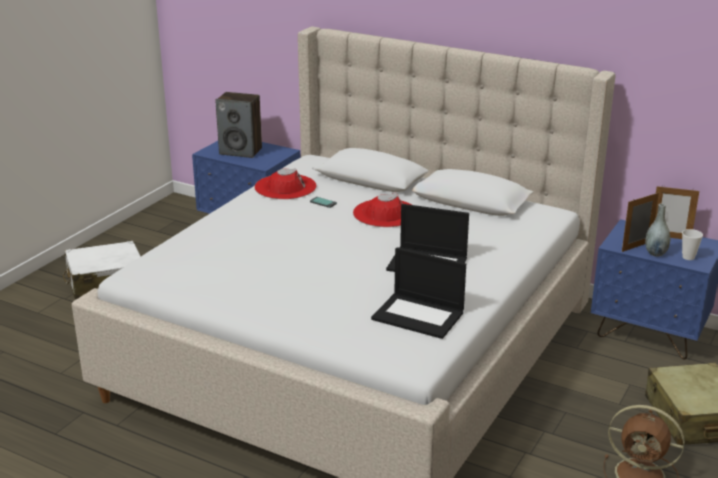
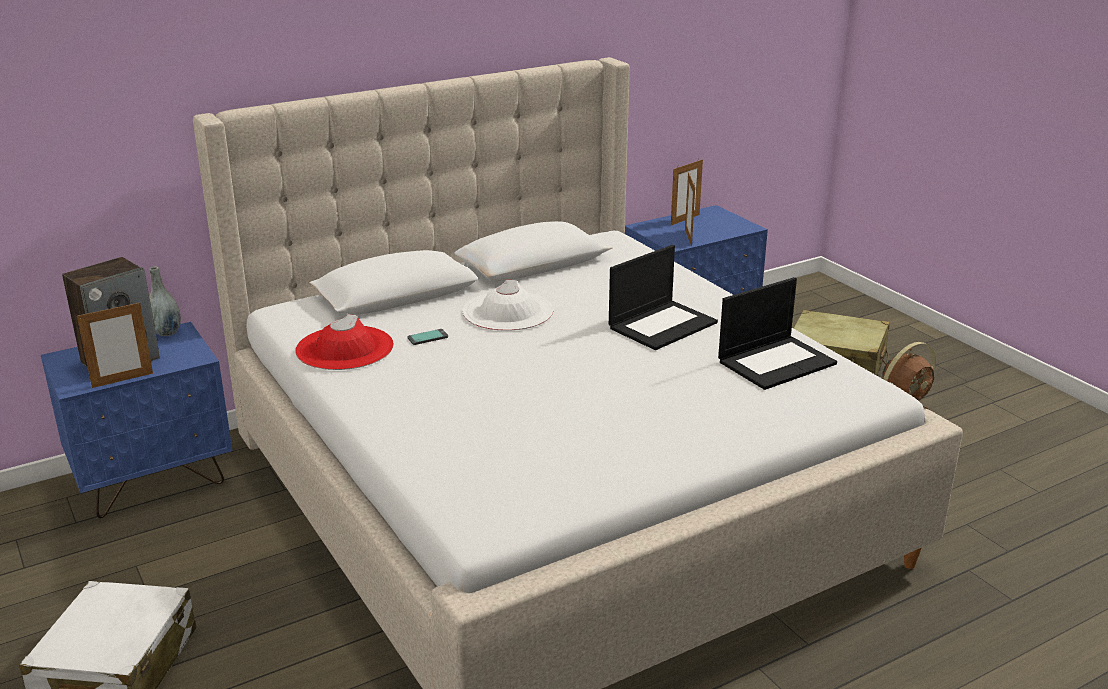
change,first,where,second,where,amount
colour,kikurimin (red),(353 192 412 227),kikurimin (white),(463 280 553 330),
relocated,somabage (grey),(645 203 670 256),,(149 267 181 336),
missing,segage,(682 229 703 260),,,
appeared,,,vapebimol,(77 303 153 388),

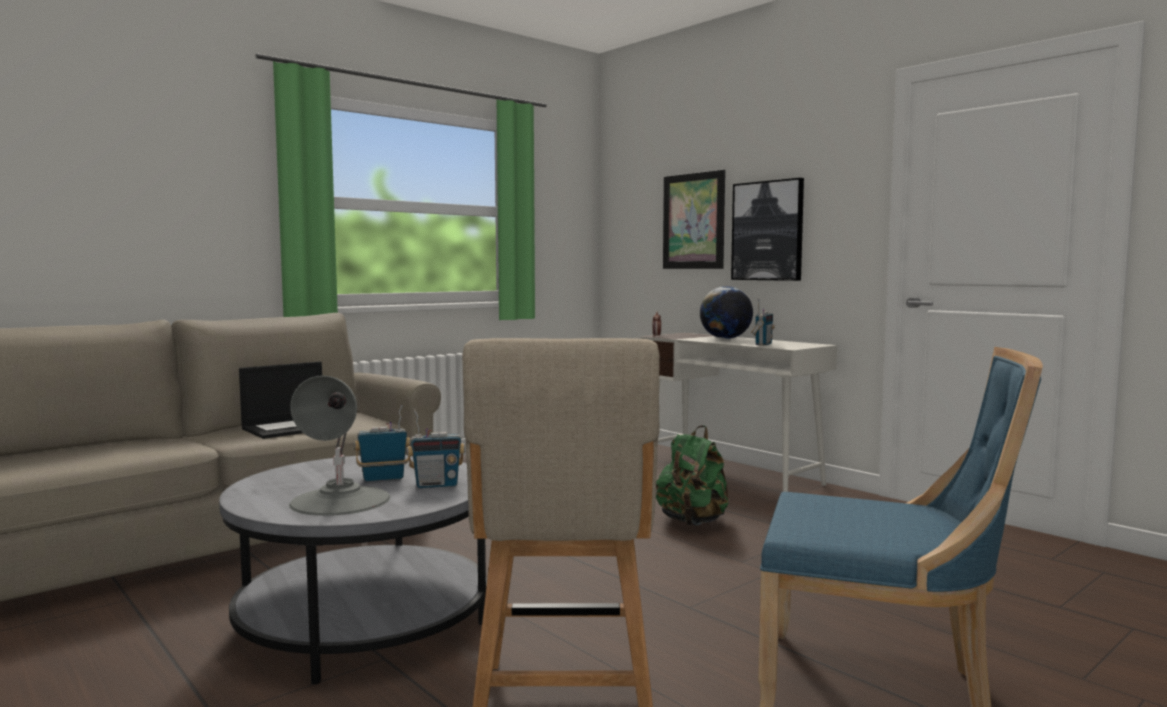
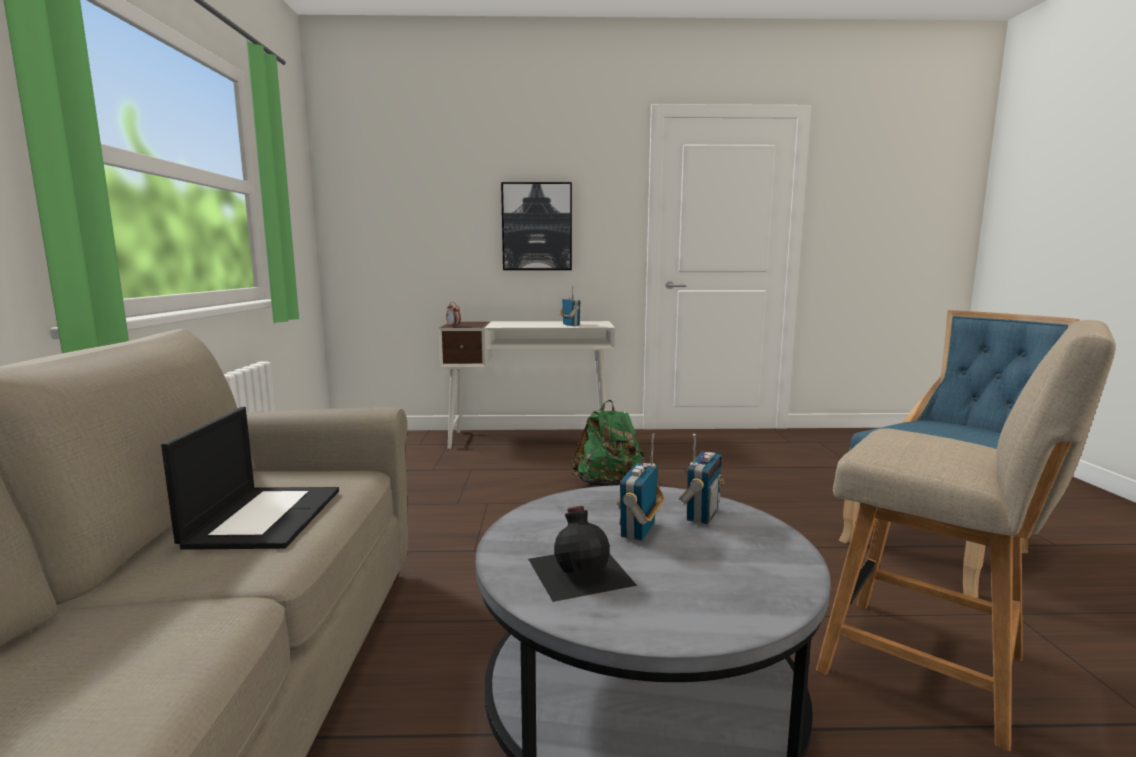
change,first,where,second,where,amount
missing,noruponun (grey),(289 375 390 516),,,
missing,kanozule,(663 170 725 269),,,
missing,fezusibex,(700 286 753 339),,,
appeared,,,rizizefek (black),(528 506 637 602),

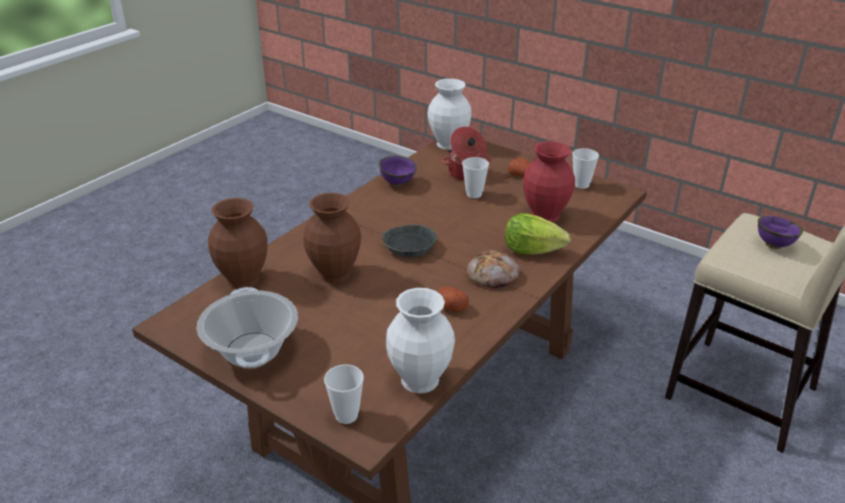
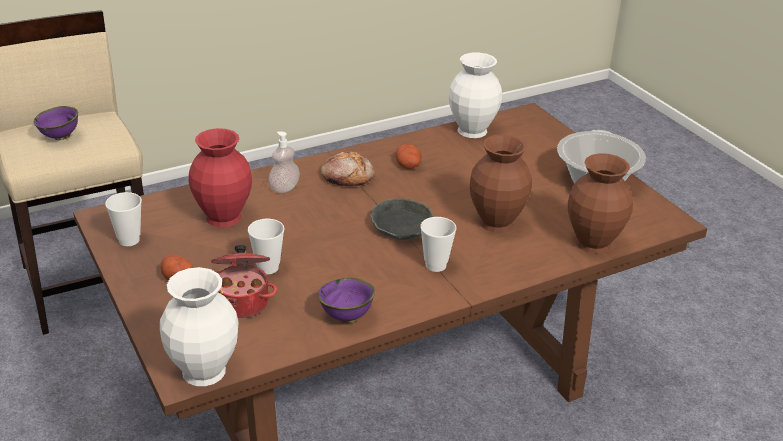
change,first,where,second,where,amount
relocated,segage,(324 364 364 424),,(421 217 457 272),
exchanged,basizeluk,(505 213 571 254),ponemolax,(268 131 300 193),

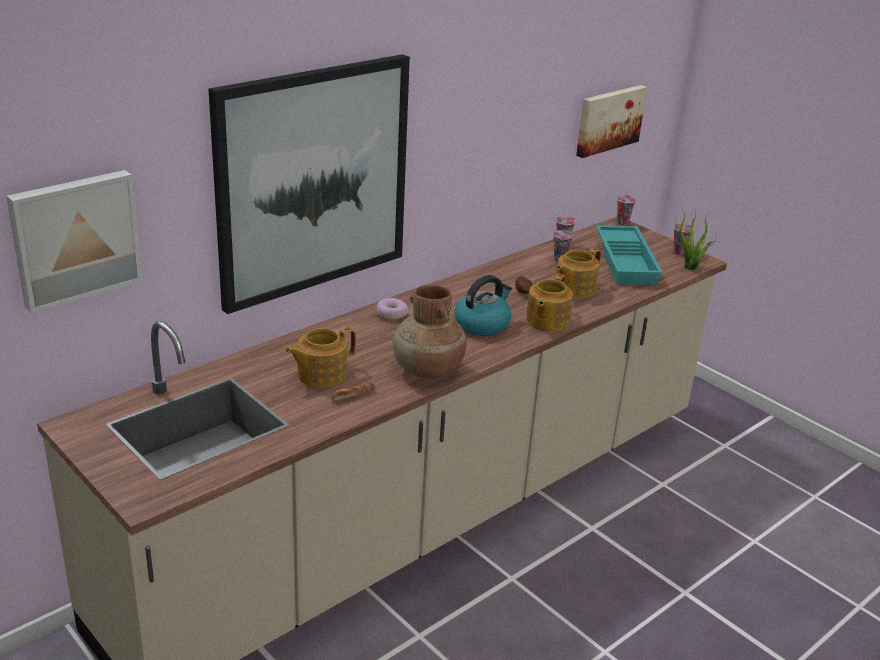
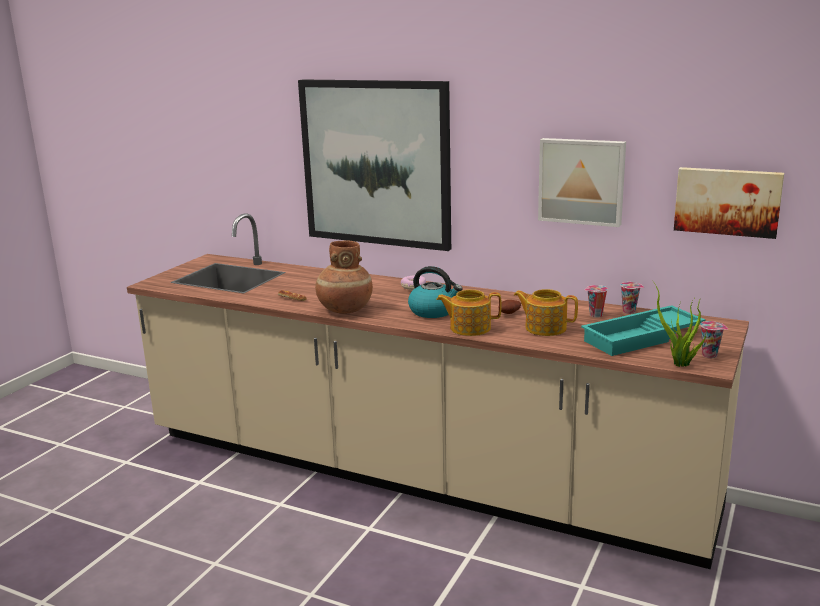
change,first,where,second,where,amount
relocated,kanozule,(6 170 143 313),,(538 138 626 227),
missing,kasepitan,(285 327 356 388),,,
missing,segage,(617 195 636 225),,,

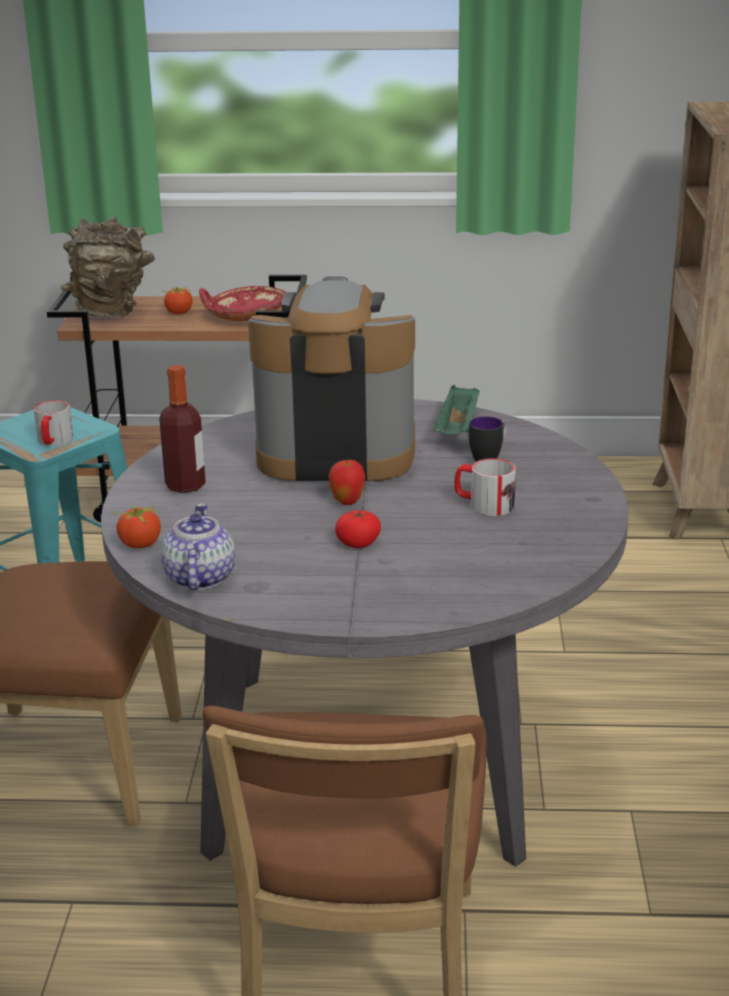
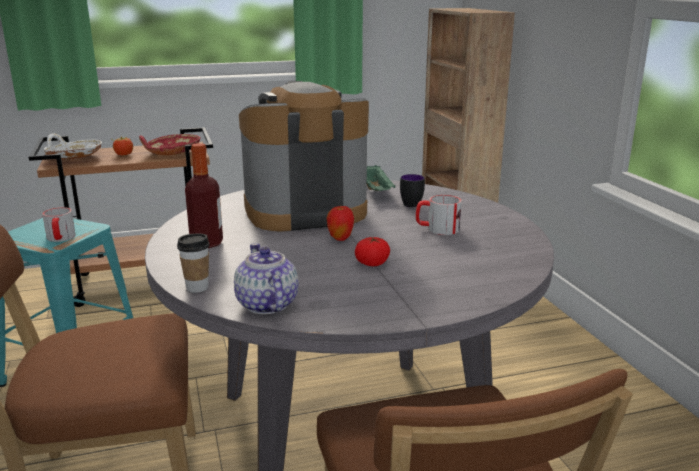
change,first,where,second,where,amount
exchanged,somabage (brown),(61 217 155 317),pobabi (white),(44 134 102 159),
exchanged,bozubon,(112 505 161 548),segage,(177 234 210 293),

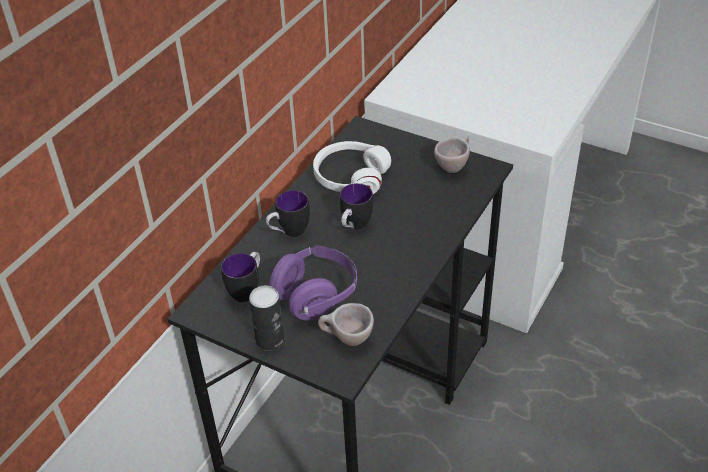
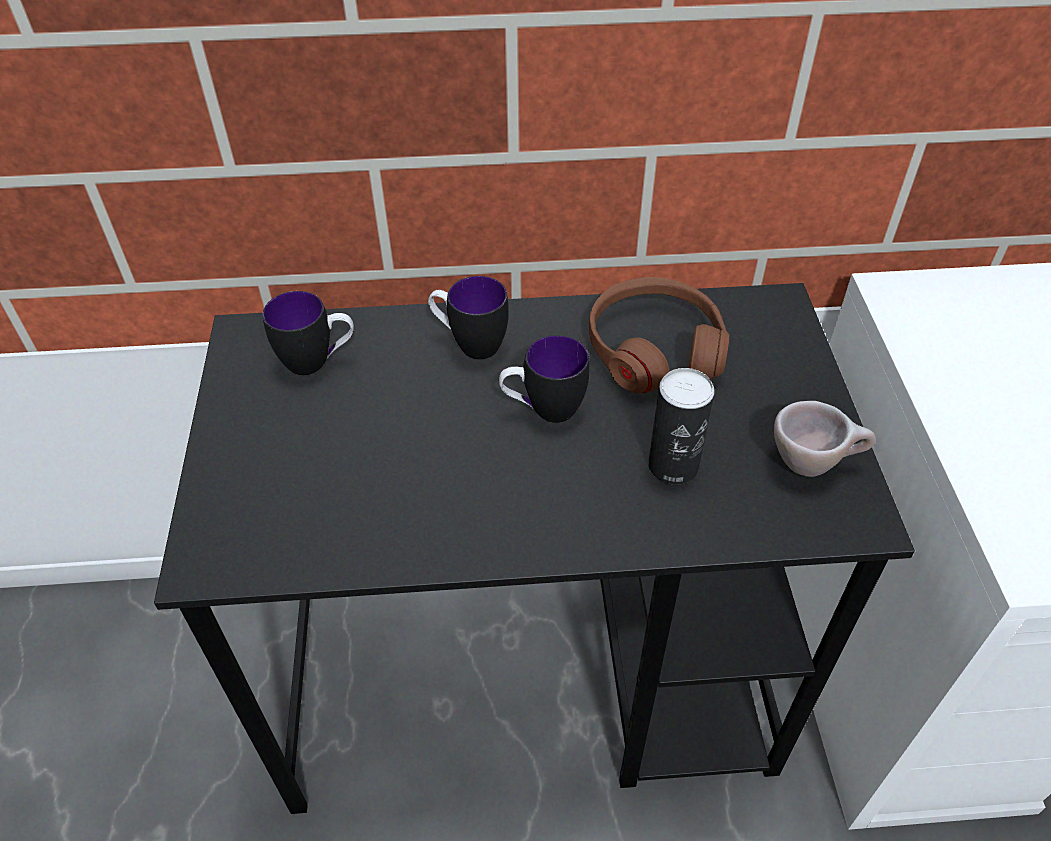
change,first,where,second,where,amount
relocated,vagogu,(249 286 284 351),,(648 368 715 485),
missing,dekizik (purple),(269 245 357 321),,,
colour,dekizik (white),(313 141 391 194),dekizik (brown),(589 277 729 393),
missing,segage (beige),(318 303 374 346),,,

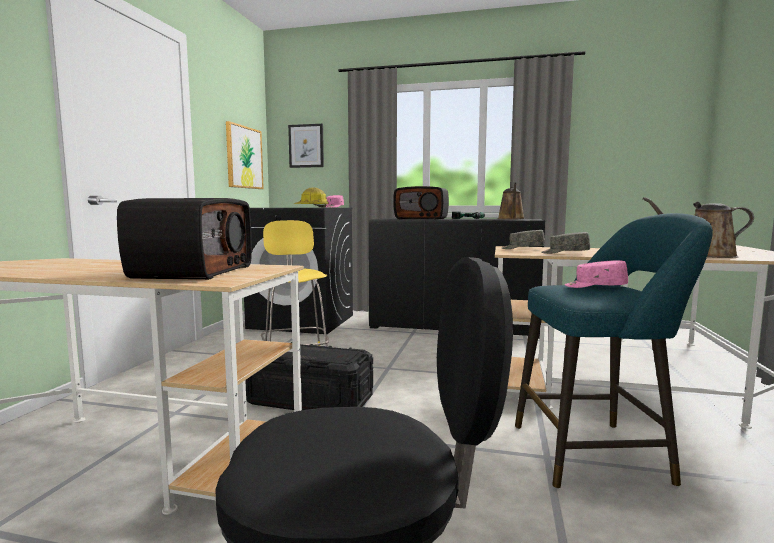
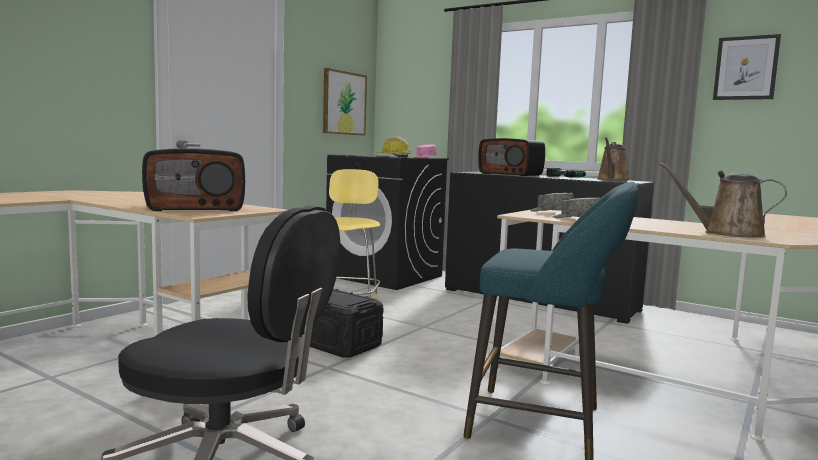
change,first,where,second,where,amount
spun,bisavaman,(117 198 252 280),,(142 148 245 211),45 degrees clockwise
relocated,kanozule,(288 124 324 168),,(713 34 781 100),
missing,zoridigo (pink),(565 260 628 288),,,

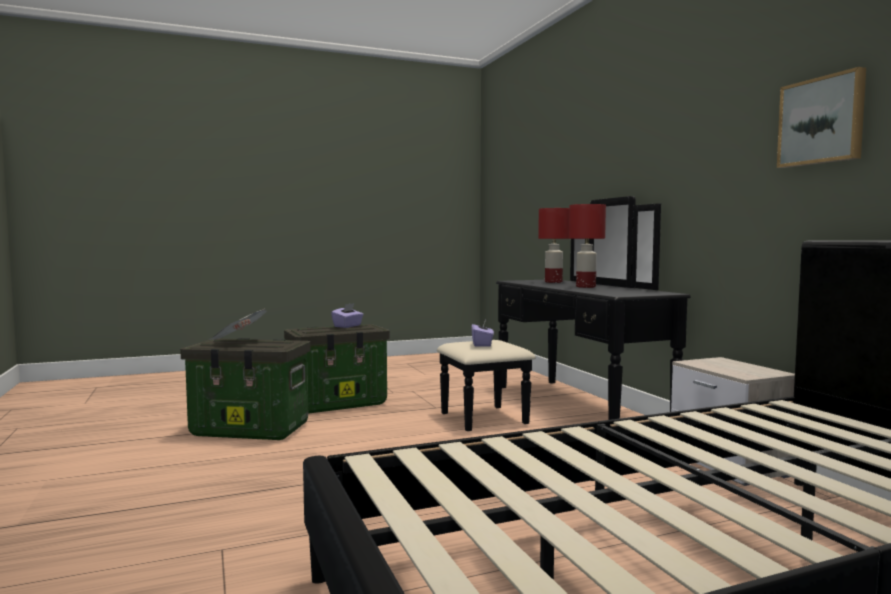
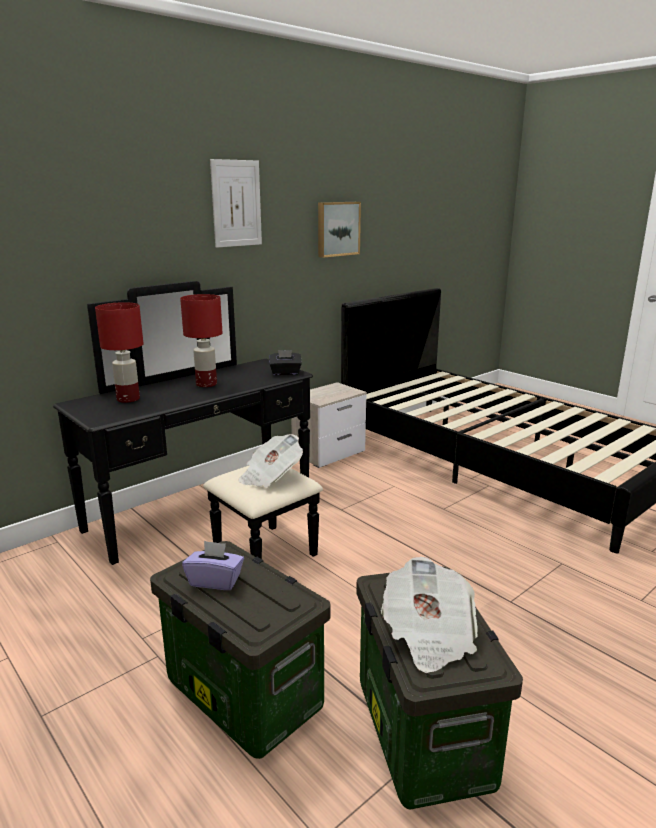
change,first,where,second,where,amount
exchanged,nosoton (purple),(471 319 494 346),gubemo,(238 434 303 488),
appeared,,,kanozule,(210 159 262 248),
appeared,,,nosoton (black),(269 350 302 375),

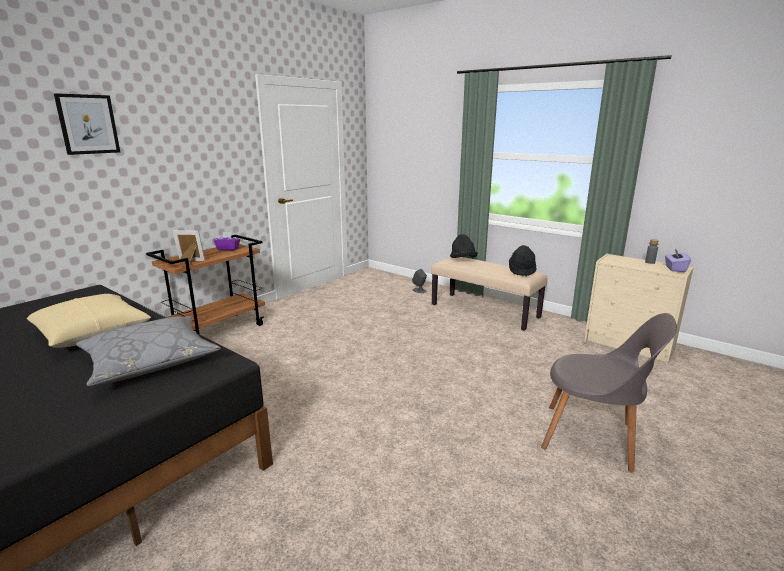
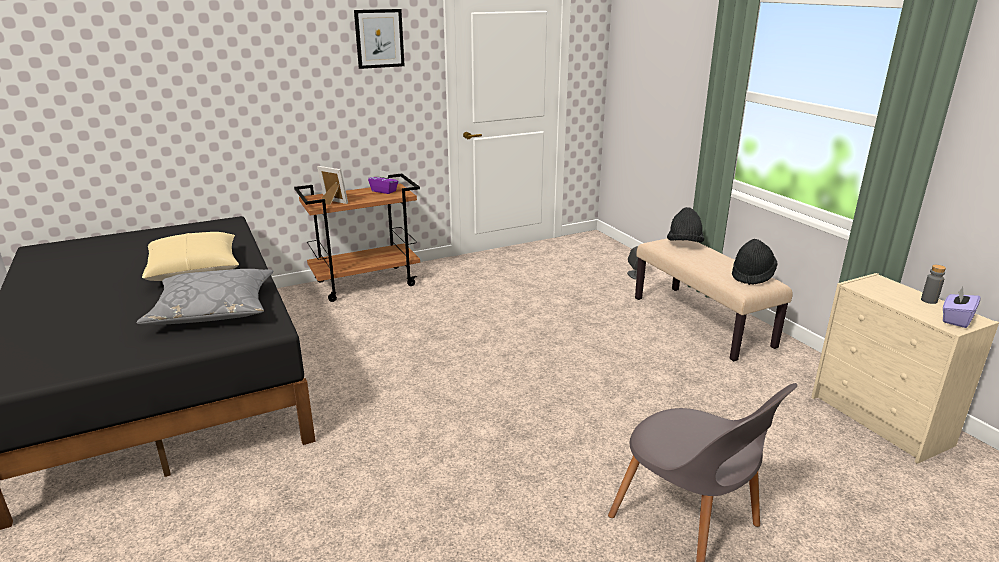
change,first,where,second,where,amount
relocated,kanozule,(54 93 120 155),,(354 9 405 69),

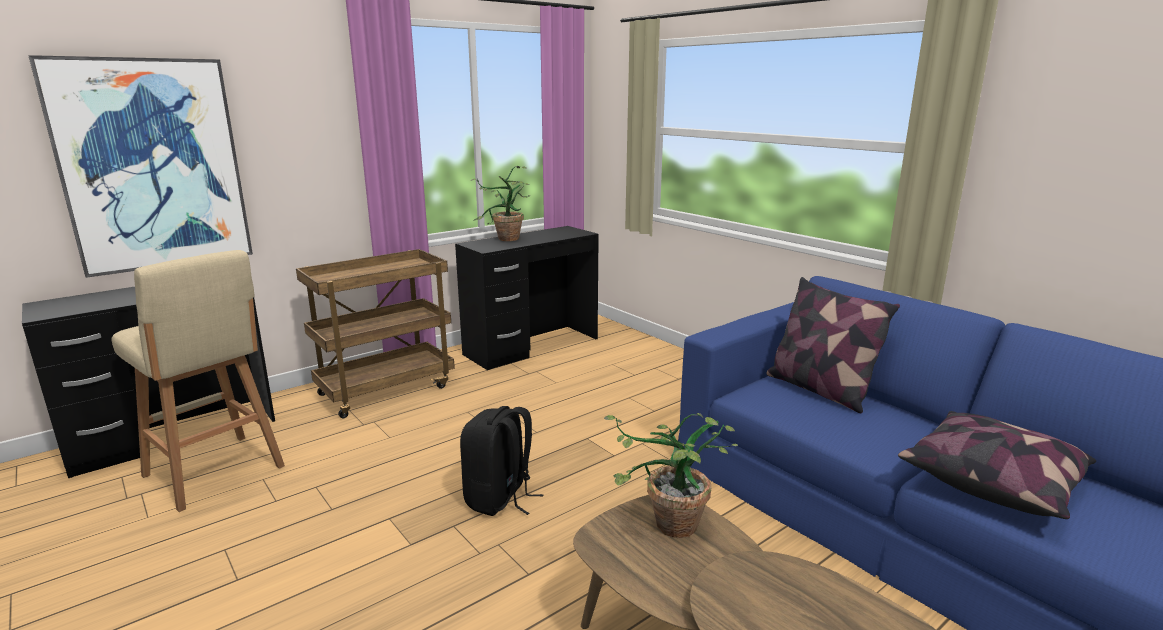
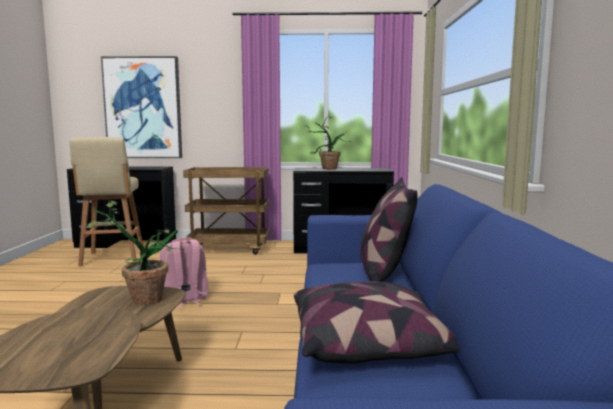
change,first,where,second,where,amount
colour,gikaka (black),(460 406 544 516),gikaka (pink),(160 238 209 309),

